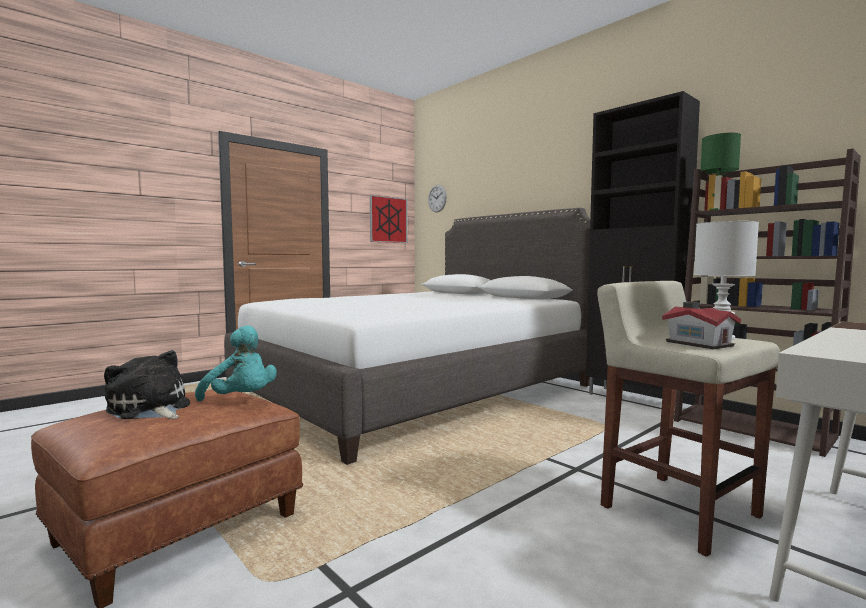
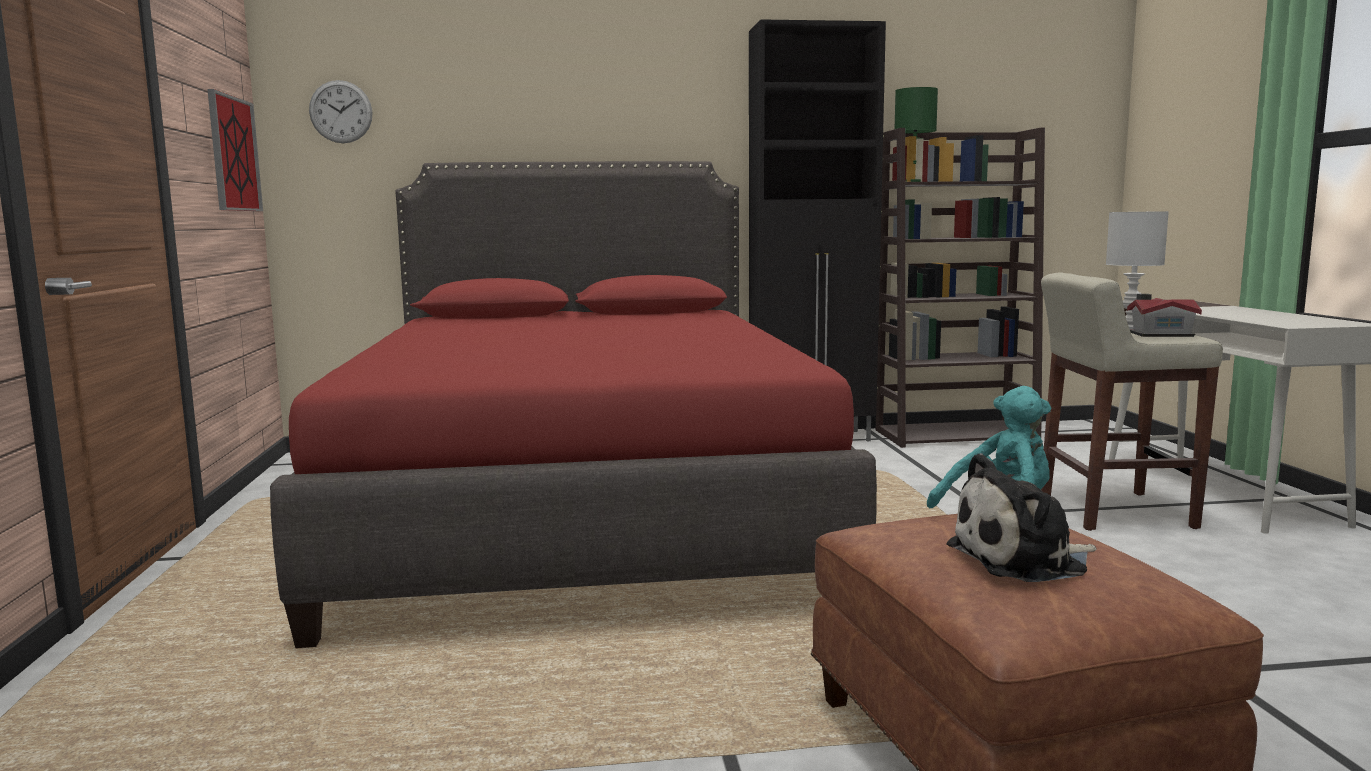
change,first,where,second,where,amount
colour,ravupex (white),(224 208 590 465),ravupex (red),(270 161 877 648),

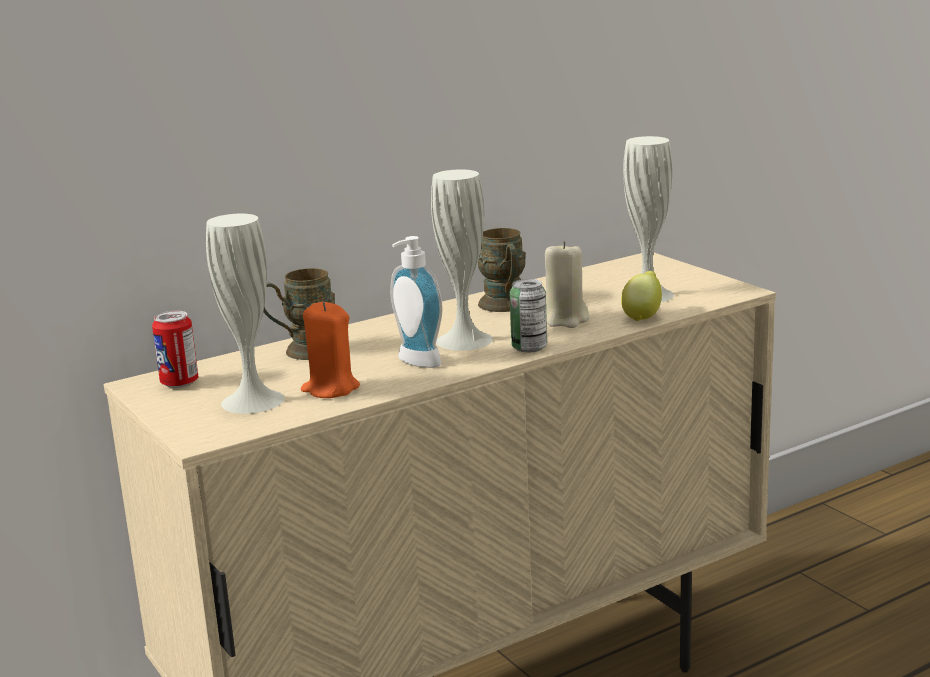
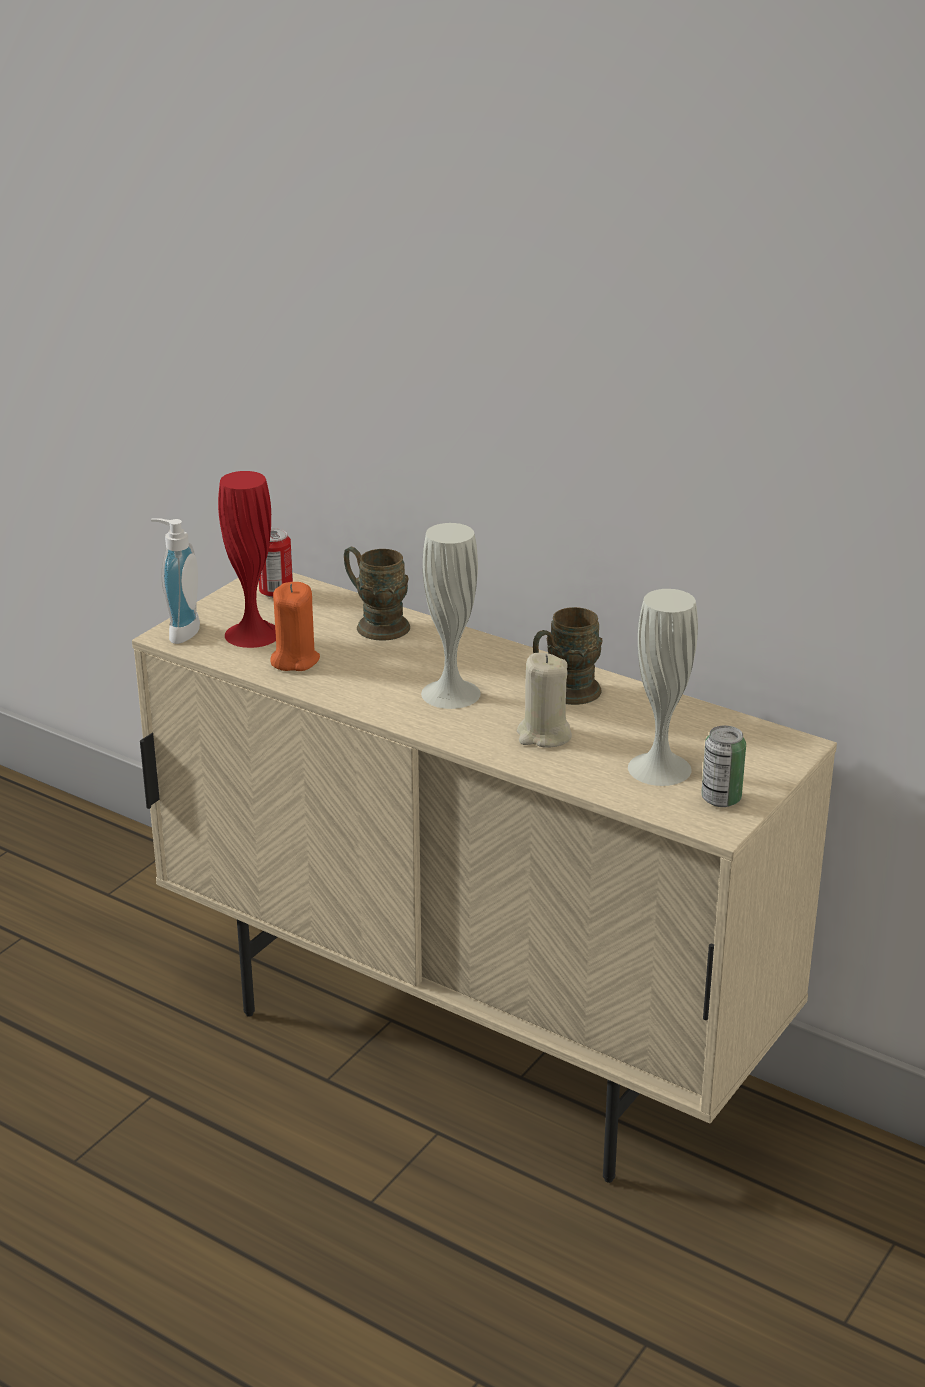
change,first,where,second,where,amount
colour,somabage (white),(206 214 284 414),somabage (red),(218 471 276 648),
relocated,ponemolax,(390 236 443 368),,(151 518 200 644),
relocated,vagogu,(509 279 547 353),,(701 726 746 807),
missing,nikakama,(621 271 662 321),,,

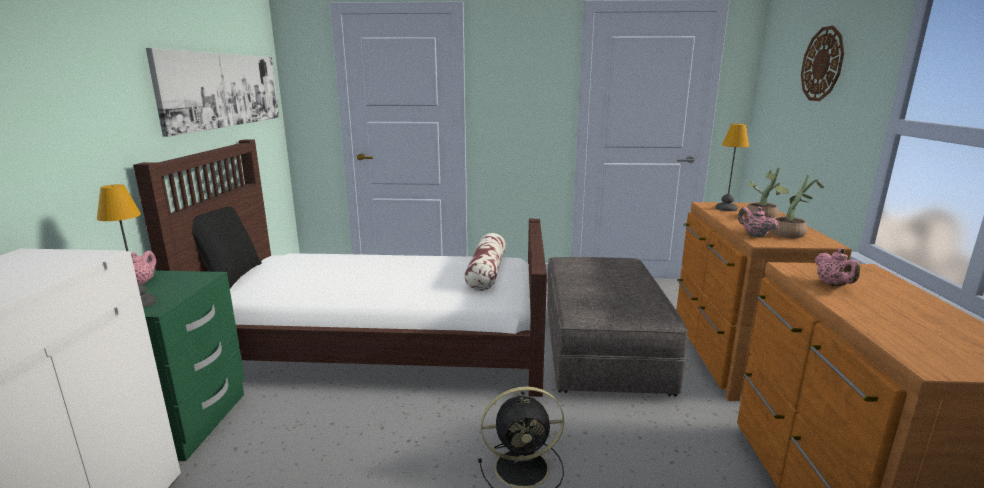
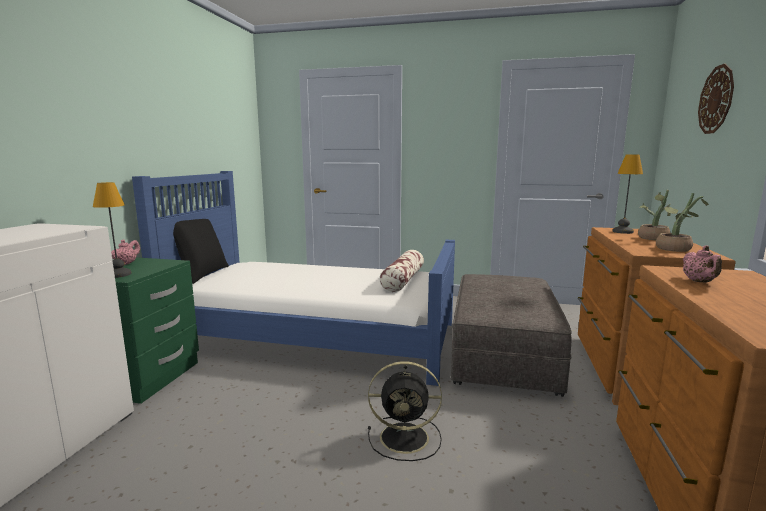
change,first,where,second,where,amount
colour,ravupex (brown),(133 139 547 397),ravupex (blue),(132 171 455 386),
missing,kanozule,(146 48 279 137),,,
missing,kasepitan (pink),(738 207 779 237),,,

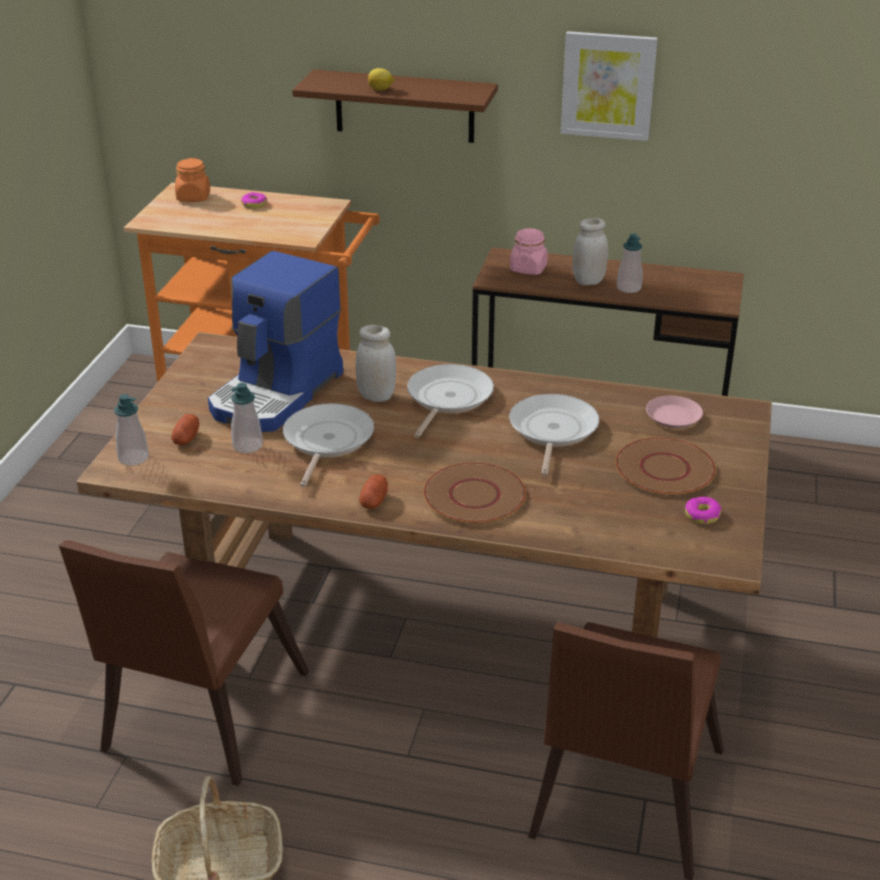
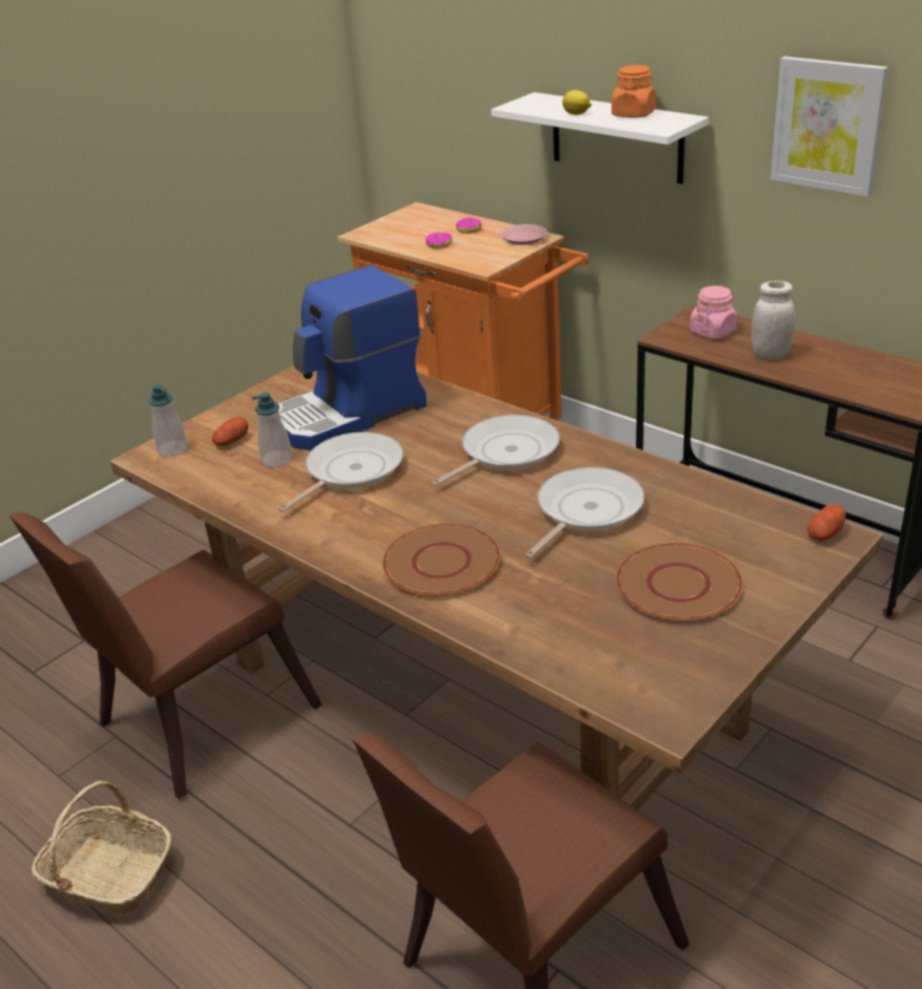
change,first,where,second,where,amount
relocated,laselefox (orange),(175 158 210 202),,(611 65 656 118),
colour,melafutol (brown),(292 69 498 143),melafutol (white),(491 92 709 184),
missing,laselefox (white),(355 325 396 402),,,
relocated,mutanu,(359 474 388 509),,(807 504 846 541),
missing,ponemolax,(617 233 643 293),,,
relocated,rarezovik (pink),(646 396 703 428),,(501 224 547 245),
relocated,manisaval,(685 497 721 524),,(425 232 452 249),

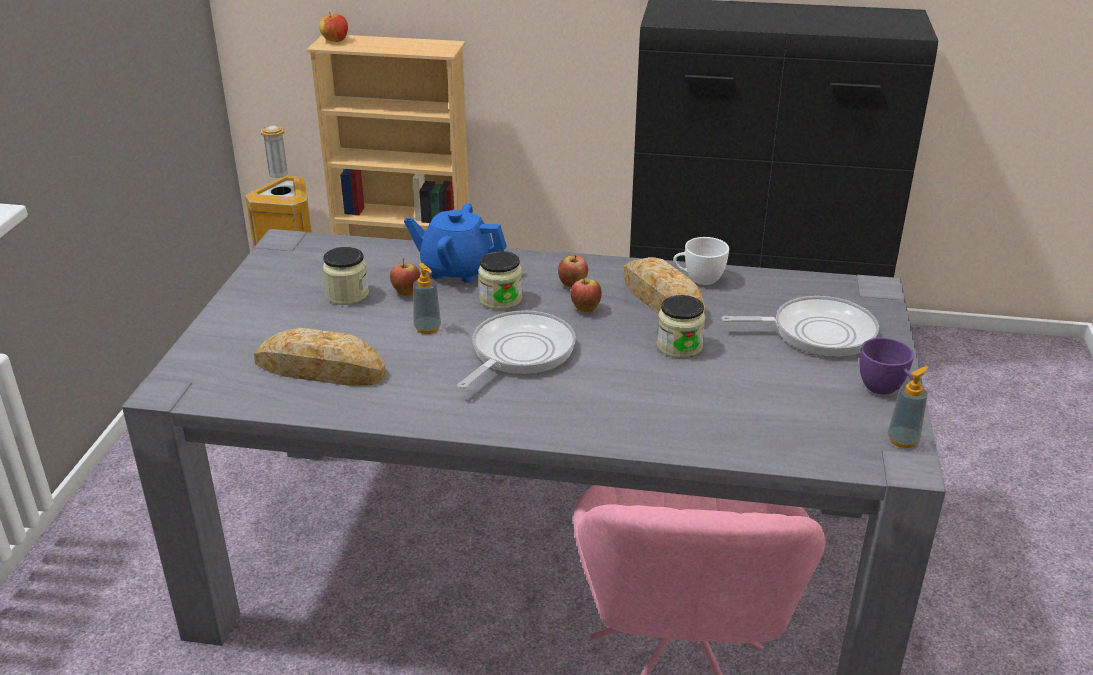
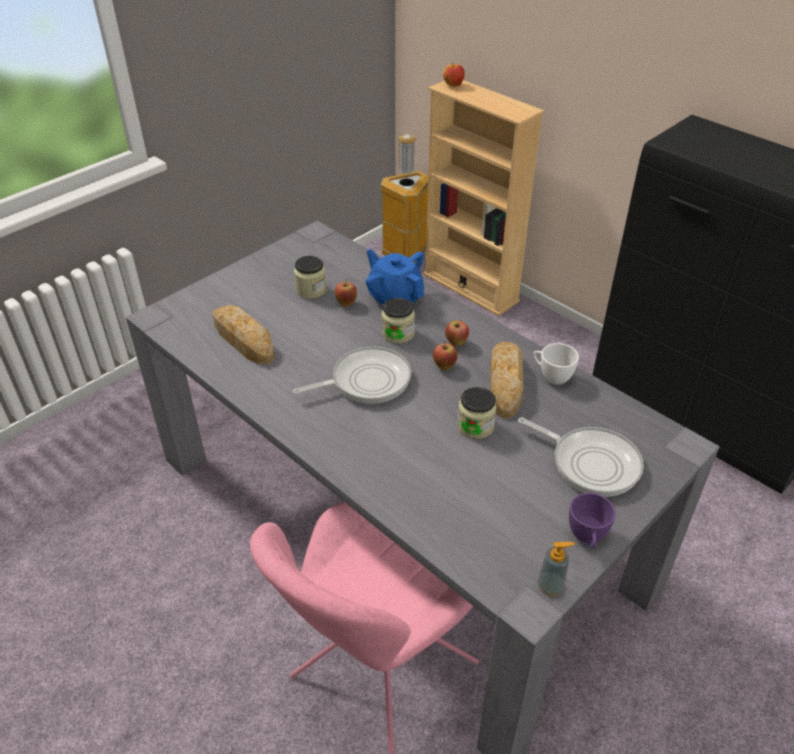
change,first,where,second,where,amount
missing,ponemolax,(413 263 441 334),,,

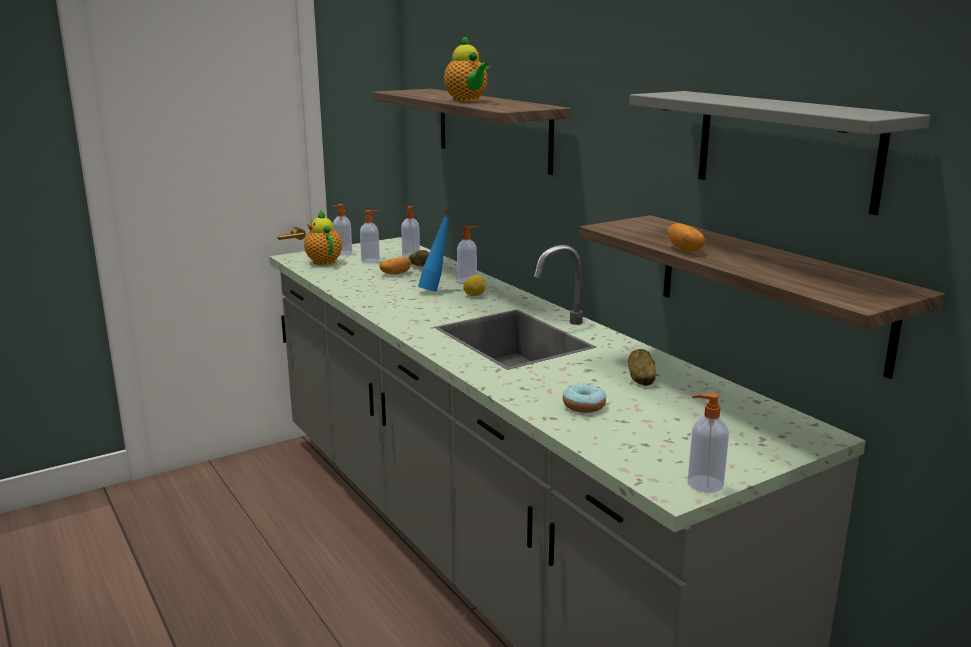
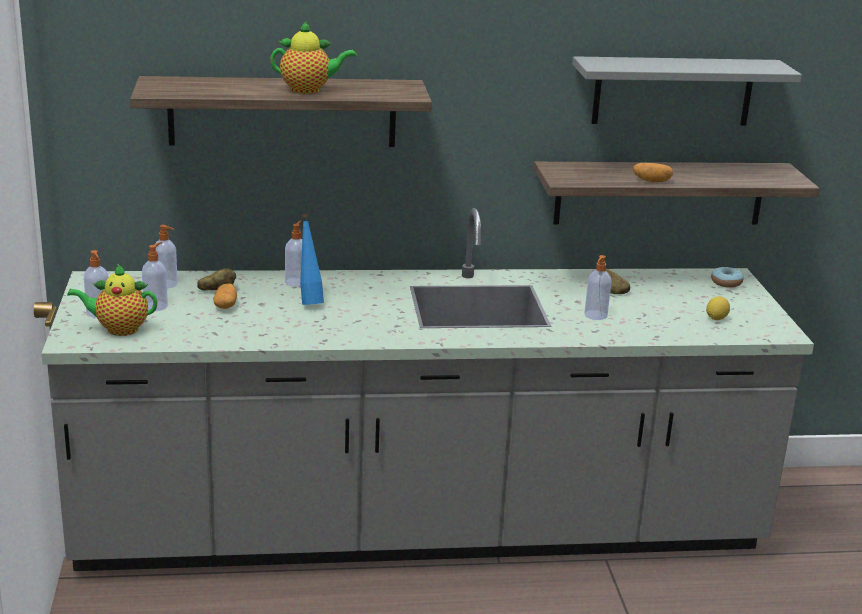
change,first,where,second,where,amount
relocated,nikakama,(463 275 486 296),,(706 296 730 320),
relocated,manisaval,(563 383 607 413),,(711 267 744 288),
relocated,ponemolax,(688 393 729 493),,(584 255 611 320),

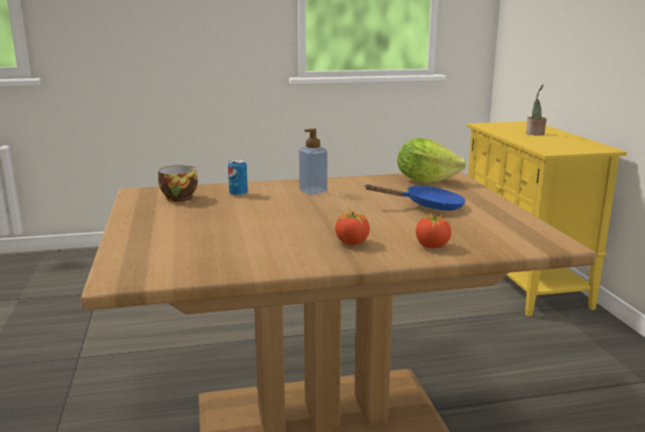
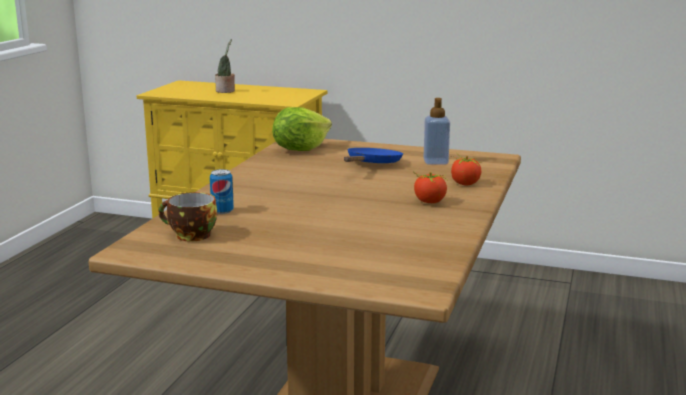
change,first,where,second,where,amount
relocated,ponemolax,(299 128 327 195),,(424 98 450 165),

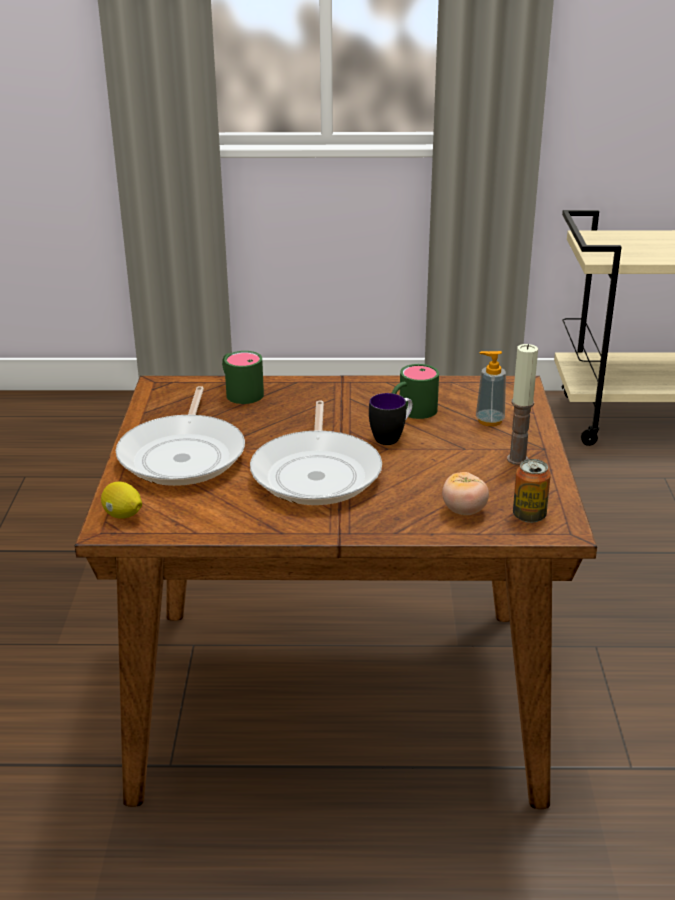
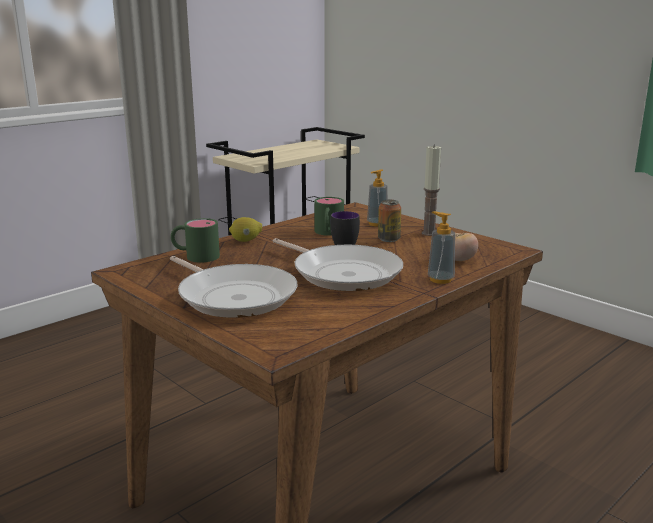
change,first,where,second,where,amount
relocated,nikakama,(101 482 142 519),,(229 217 262 242),
relocated,vagogu,(513 459 551 523),,(378 200 401 242),
appeared,,,ponemolax,(428 211 455 284),

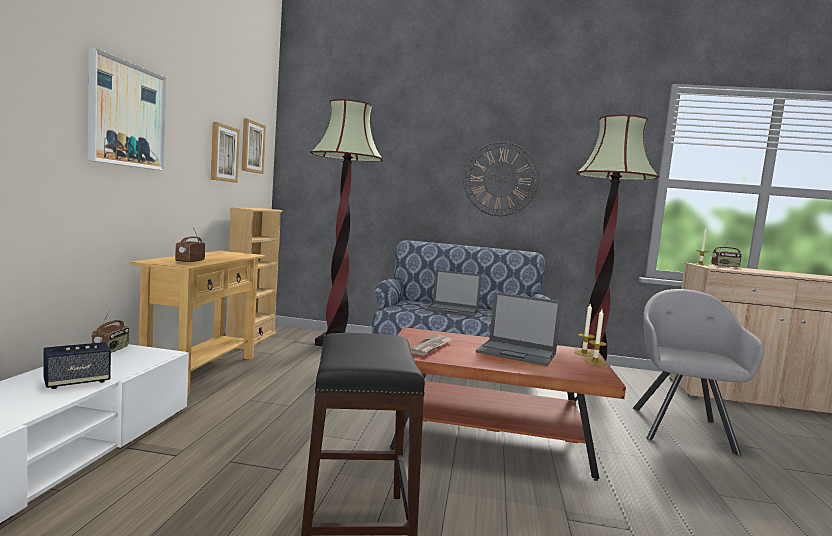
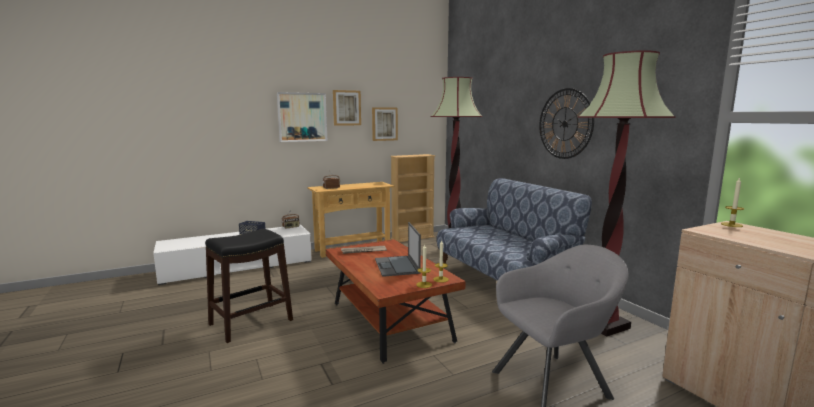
change,first,where,second,where,amount
relocated,kanozule,(241 119 266 174),,(333 90 361 126),
missing,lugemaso,(425 270 482 317),,,
missing,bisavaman,(711 240 742 268),,,

